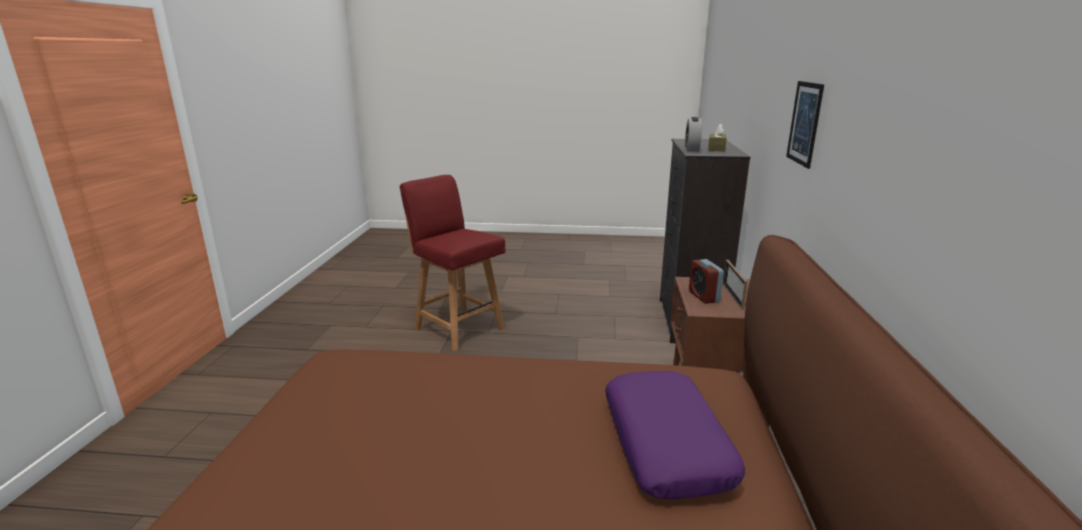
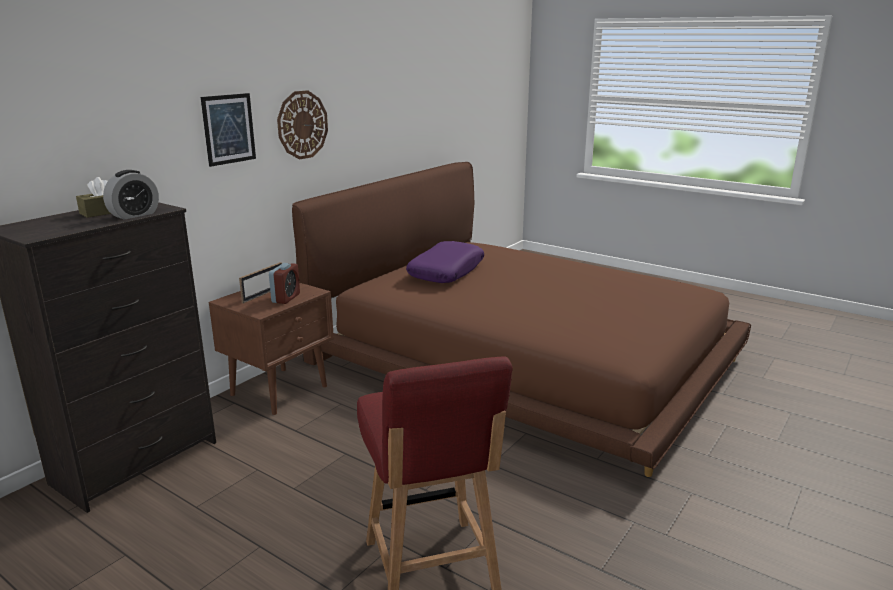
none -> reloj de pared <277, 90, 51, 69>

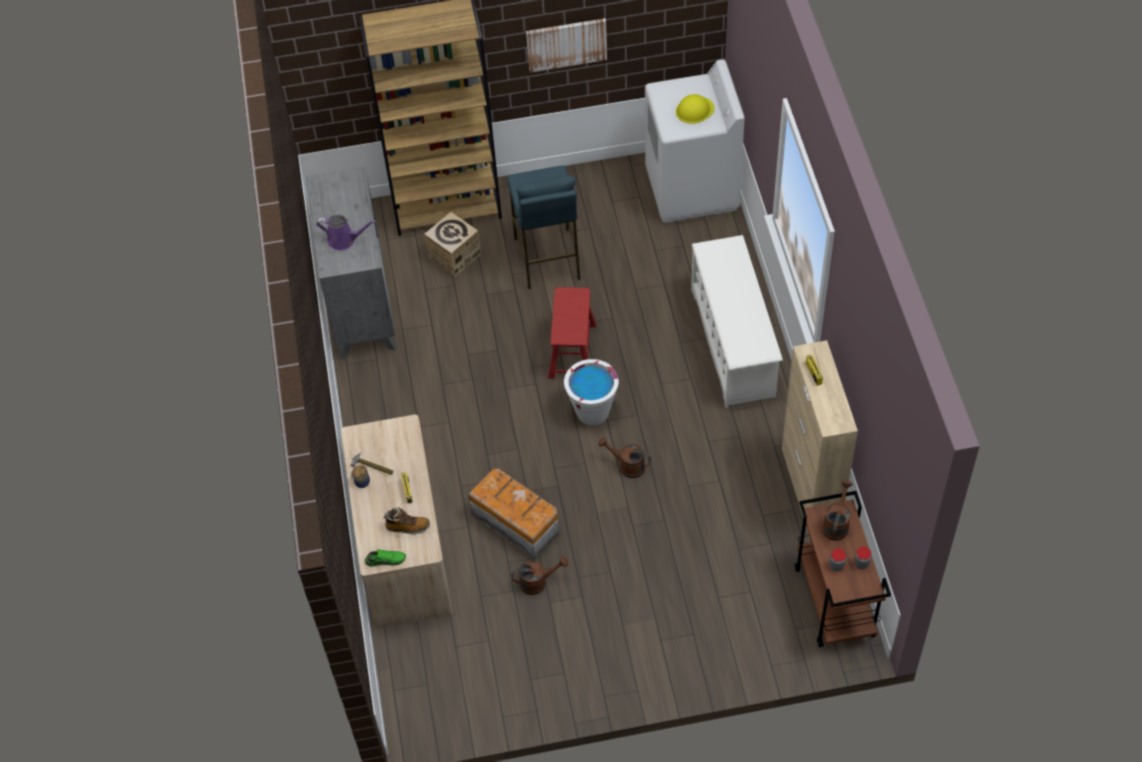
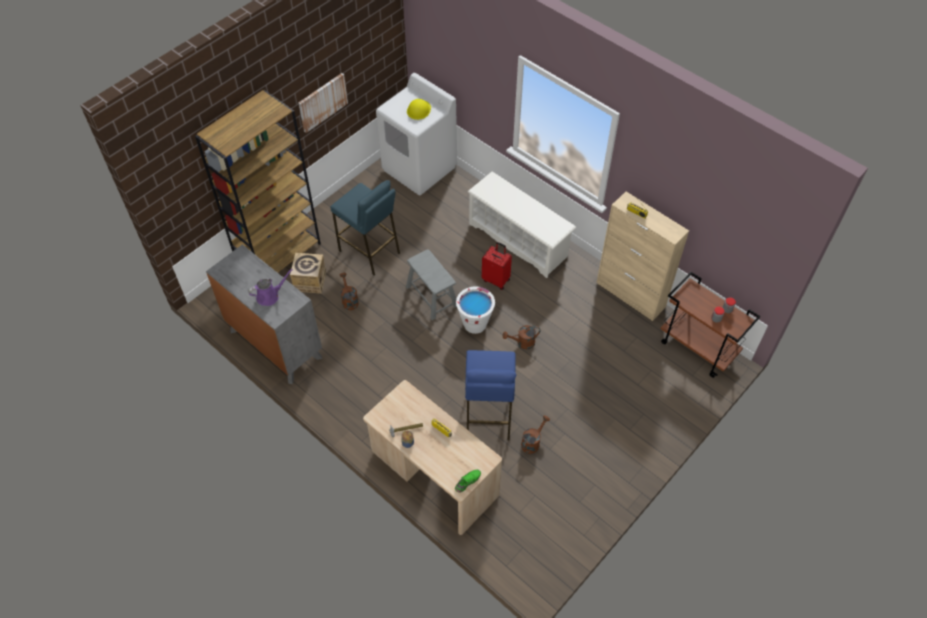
bota <383, 507, 47, 27> -> none
caja de almacenaje <468, 468, 91, 92> -> taburete (azul) <465, 350, 51, 91>
taburete (rojo) <548, 287, 48, 92> -> taburete (gris) <406, 249, 51, 71>
regadera (marrón) <822, 480, 30, 61> -> regadera (marrón) <340, 273, 19, 37>, shifted
none -> maleta (rojo) <482, 242, 30, 48>

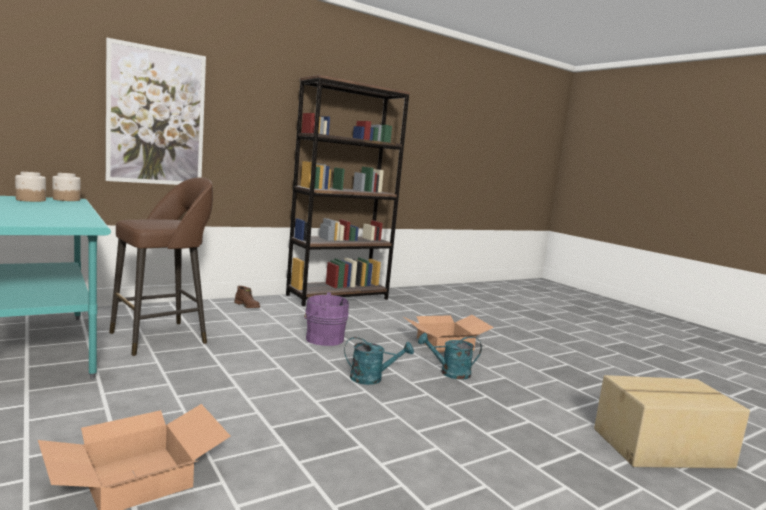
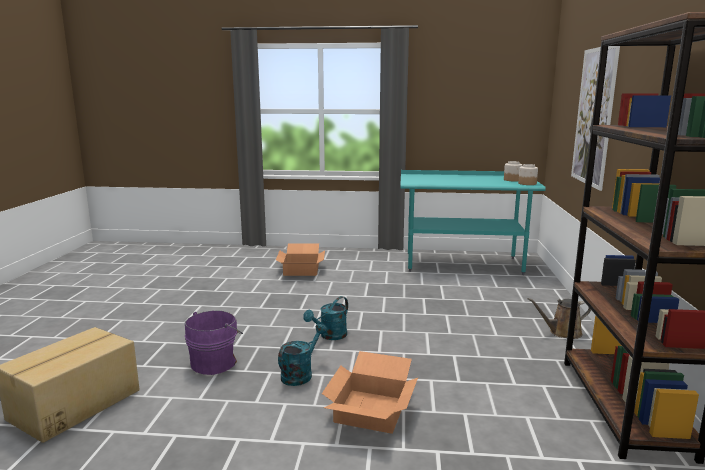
taburete (marrón) <109, 177, 104, 179> -> none
bota (marrón) <234, 286, 26, 22> -> regadera (marrón) <528, 298, 63, 41>
cubo (morado) <304, 292, 45, 54> -> cubo (morado) <185, 310, 58, 65>, shifted

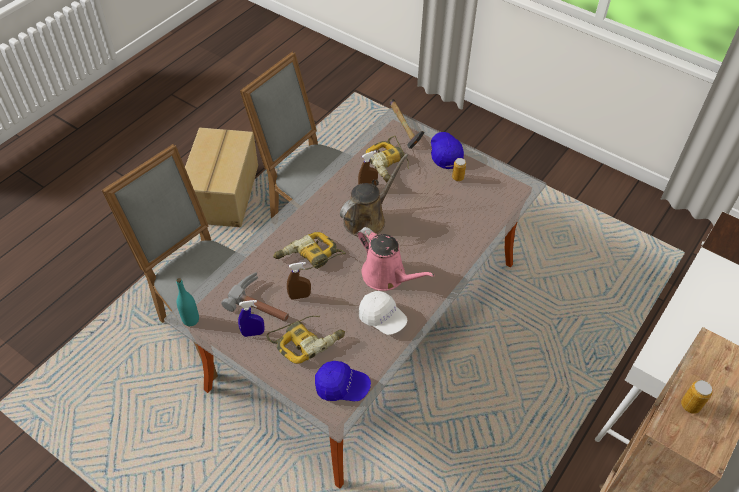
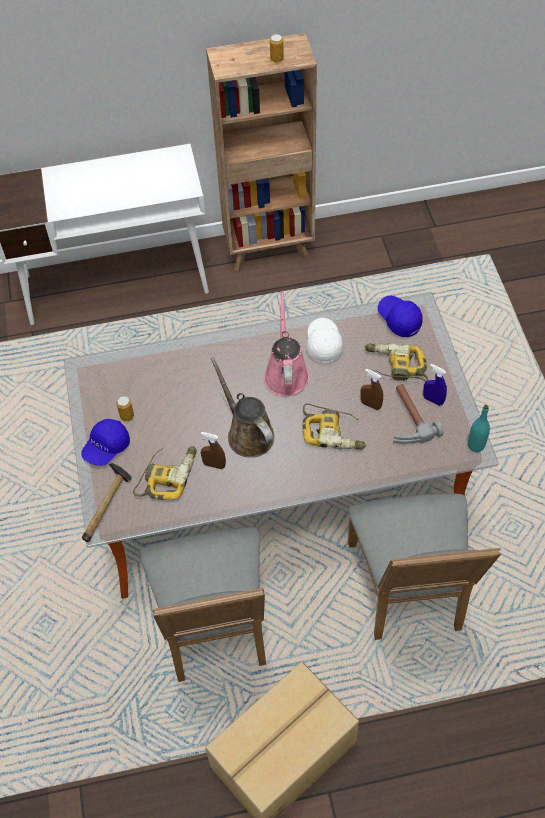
regadera (marrón) <340, 154, 68, 82> -> regadera (marrón) <210, 357, 64, 100>, 60 degrees clockwise

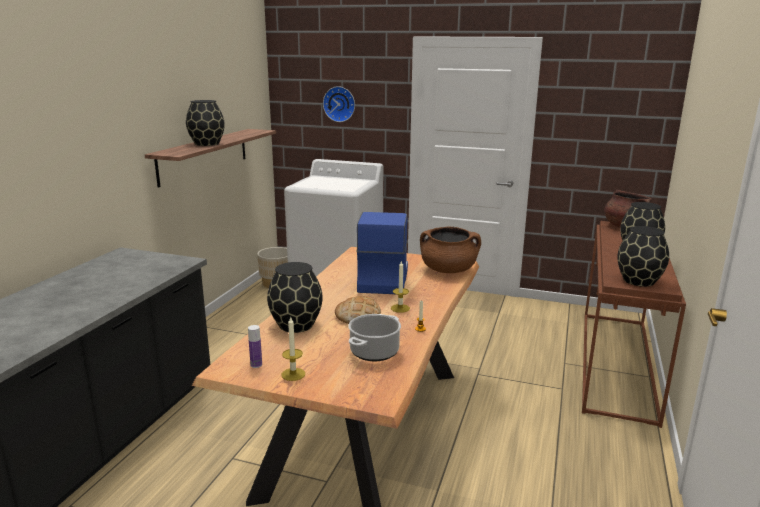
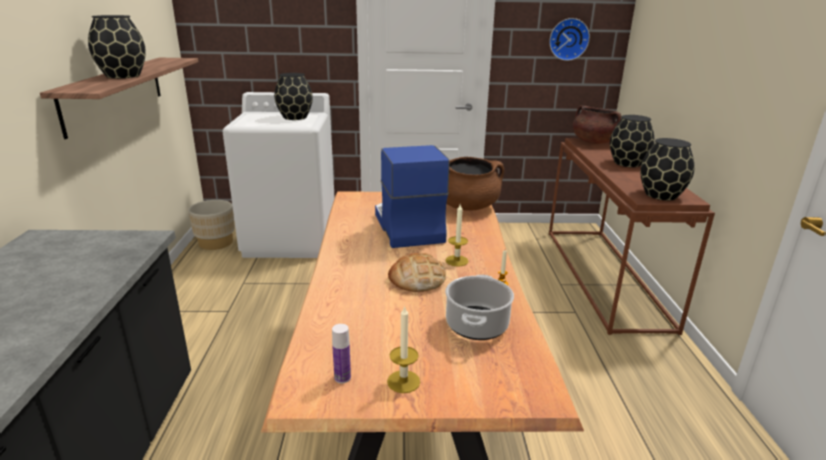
florero (negro) <267, 262, 56, 71> -> florero (negro) <274, 73, 39, 47>, shifted
reloj de pared <323, 86, 32, 36> -> reloj de pared <549, 18, 41, 43>, shifted

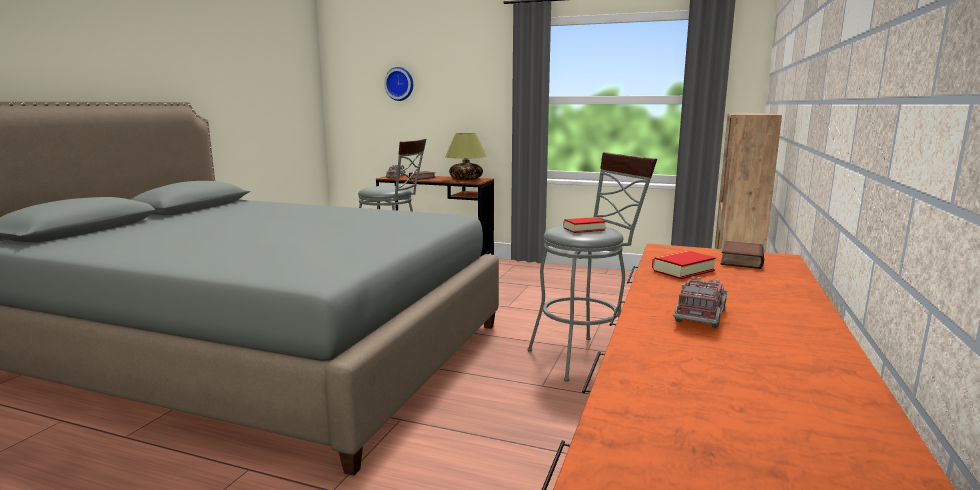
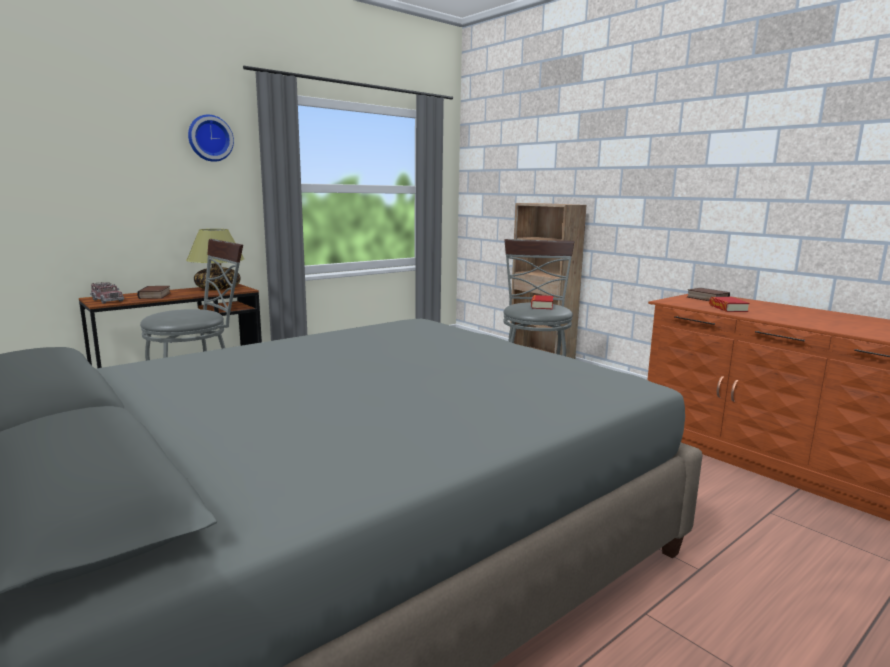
reloj de pared <384, 67, 29, 34> -> reloj de pared <188, 115, 46, 47>, shifted
camión de juguete <673, 276, 54, 52> -> none

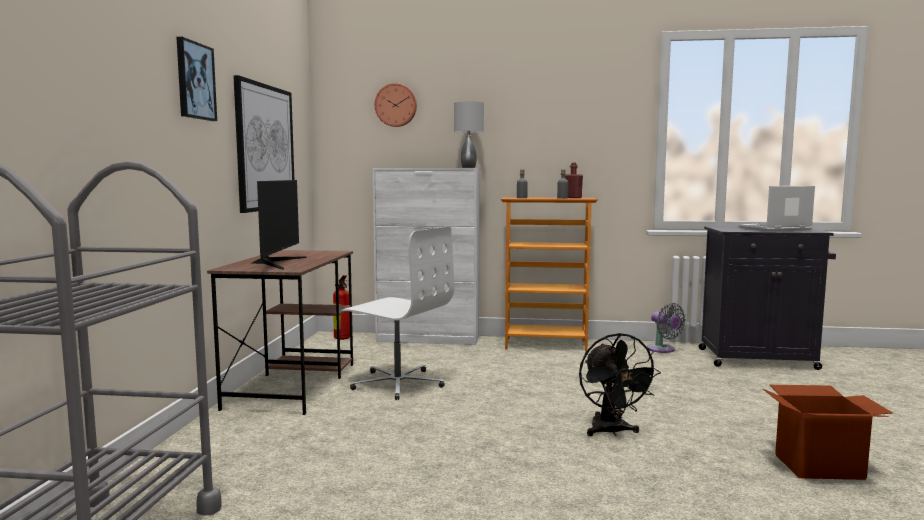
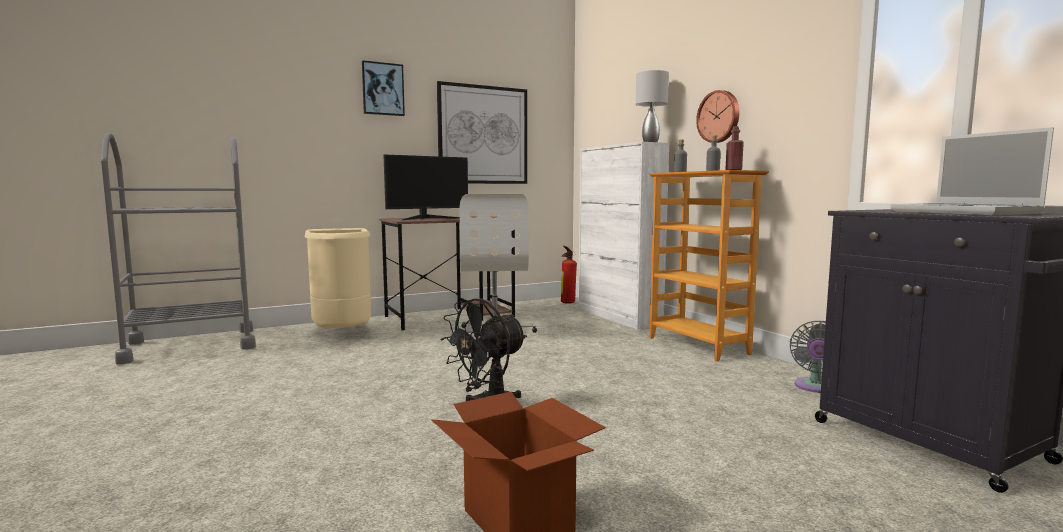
reloj de pared <375, 83, 42, 44> -> reloj de pared <696, 90, 43, 53>, shifted
portátil <738, 186, 77, 45> -> portátil <890, 127, 164, 88>, 150 degrees counterclockwise
none -> papelera (beis) <305, 228, 66, 100>

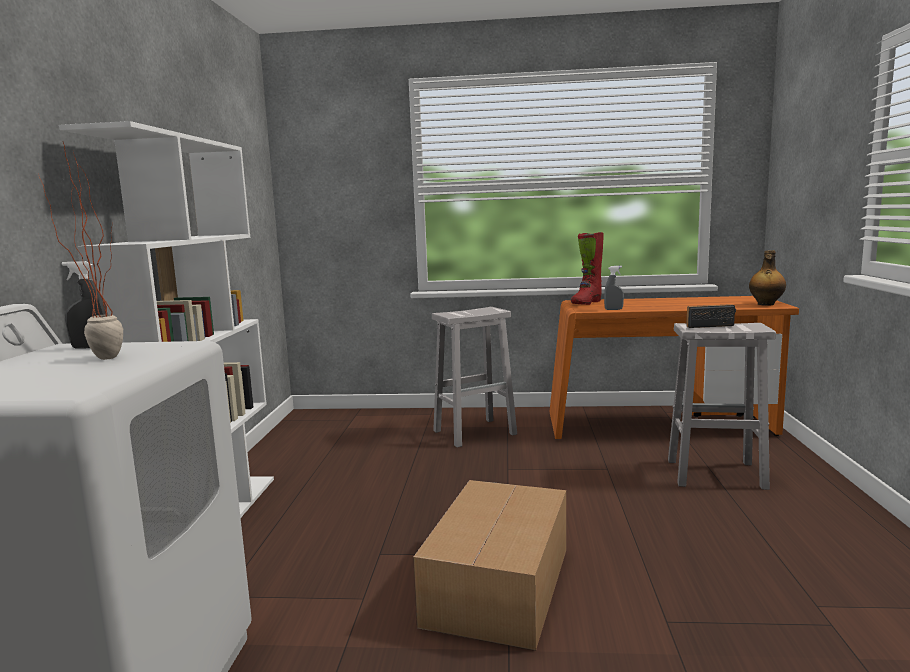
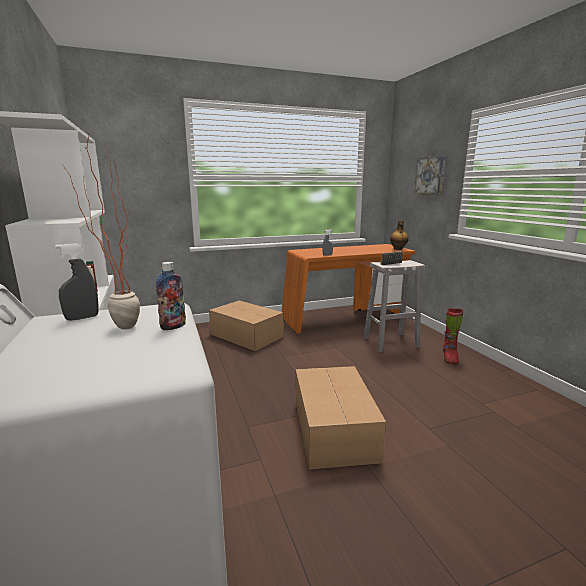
taburete (blanco) <432, 307, 85, 140> -> caja de cartón <209, 300, 75, 51>
bota (rojo) <571, 232, 33, 73> -> bota (rojo) <443, 308, 21, 57>, shifted
none -> botella <156, 262, 30, 68>
none -> cuadro <414, 155, 32, 40>

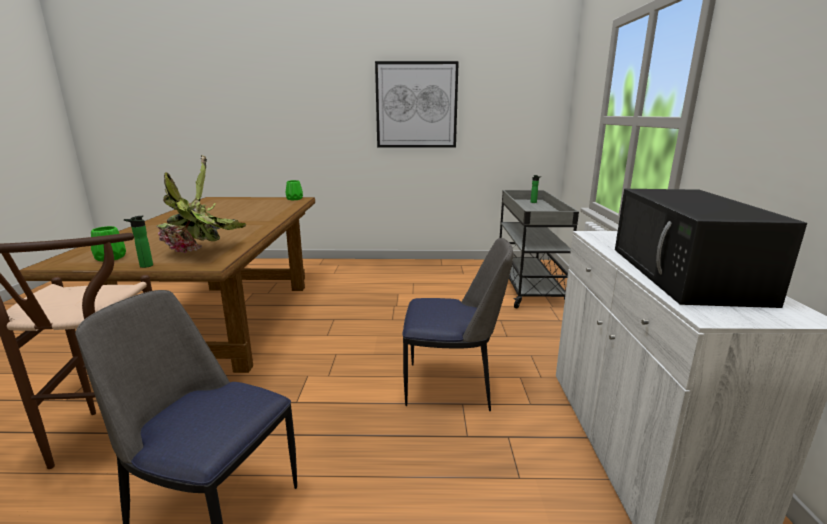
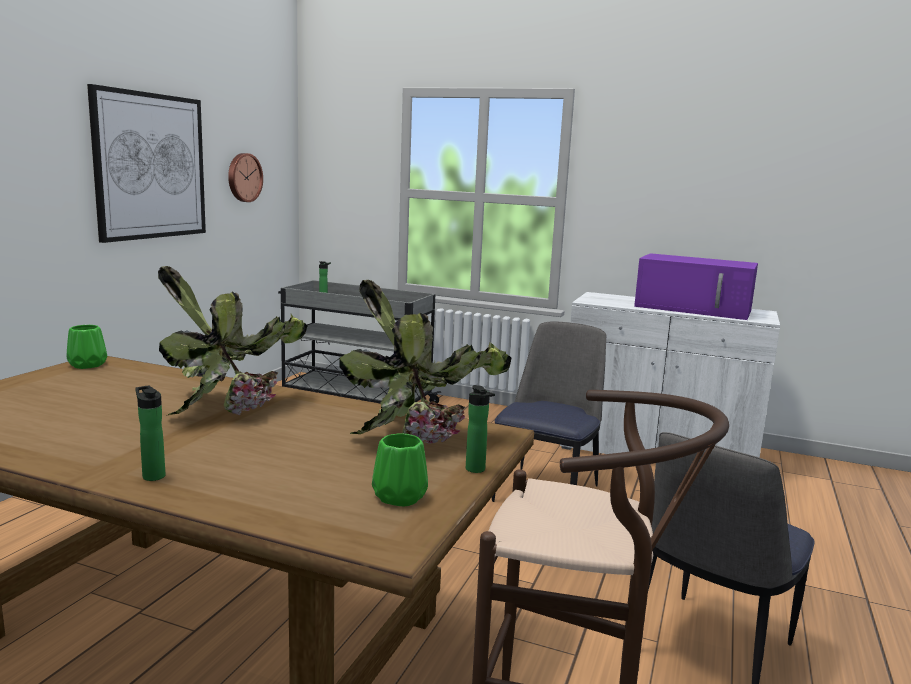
microondas (negro) <615, 189, 192, 119> -> microondas (morado) <634, 253, 124, 67>
none -> botella <135, 386, 30, 95>
none -> planta en maceta <158, 266, 150, 150>
none -> reloj de pared <228, 153, 35, 49>

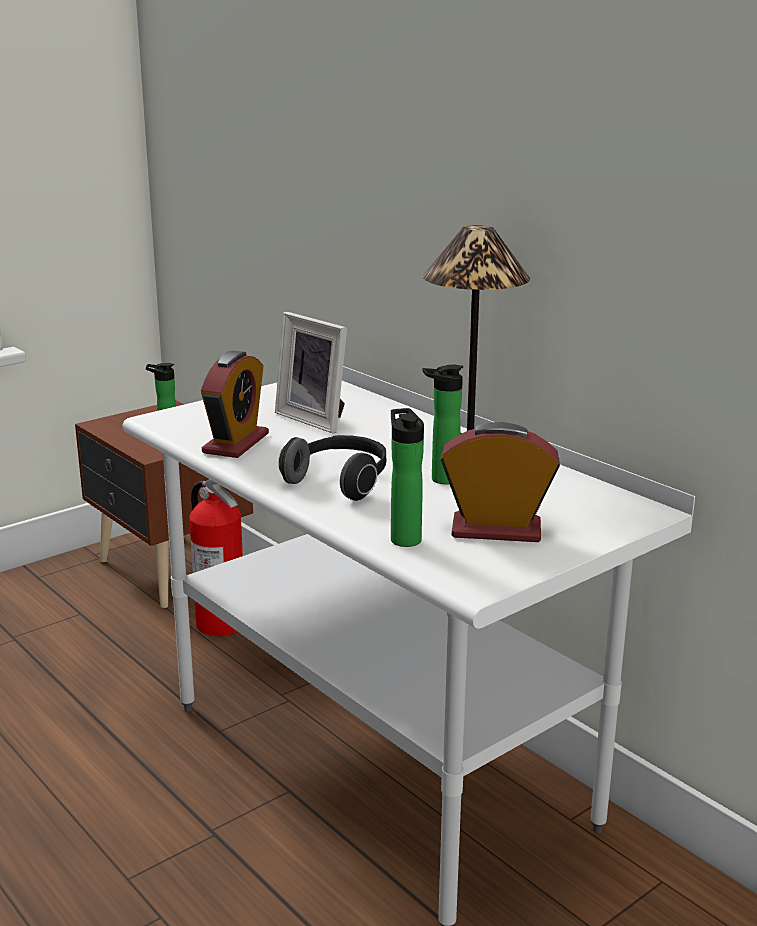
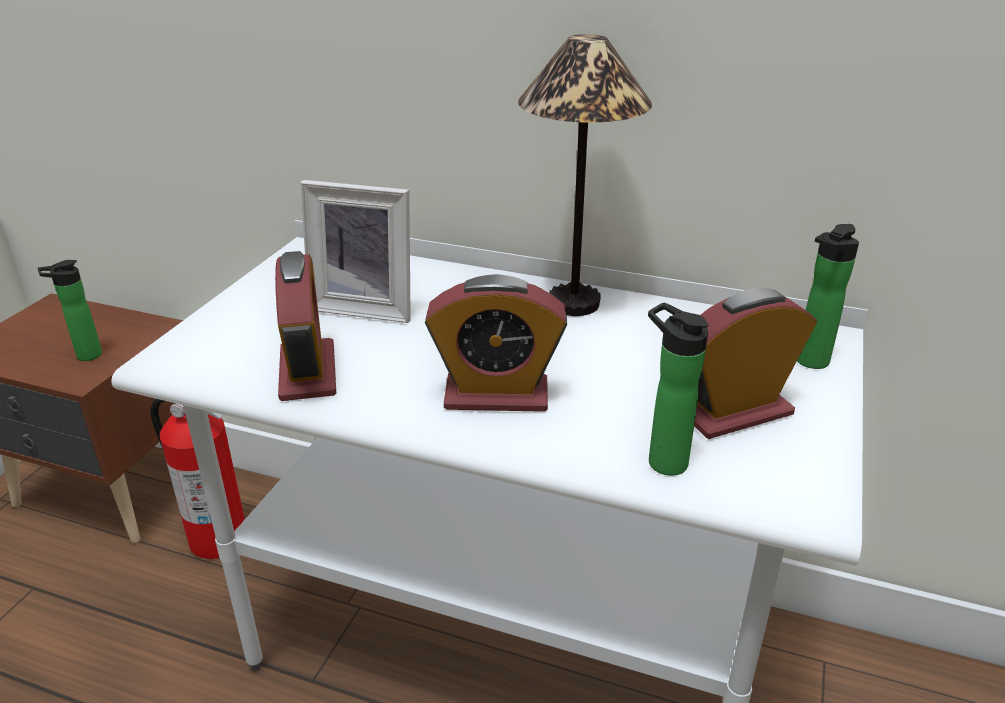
auriculares <278, 435, 108, 66> -> despertador <425, 274, 142, 138>
botella <422, 364, 41, 121> -> botella <797, 224, 62, 145>, shifted

